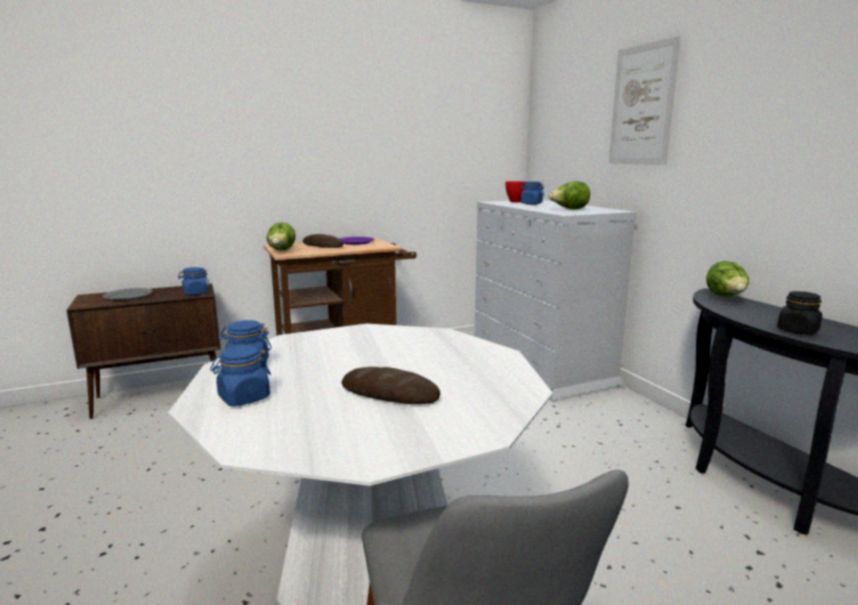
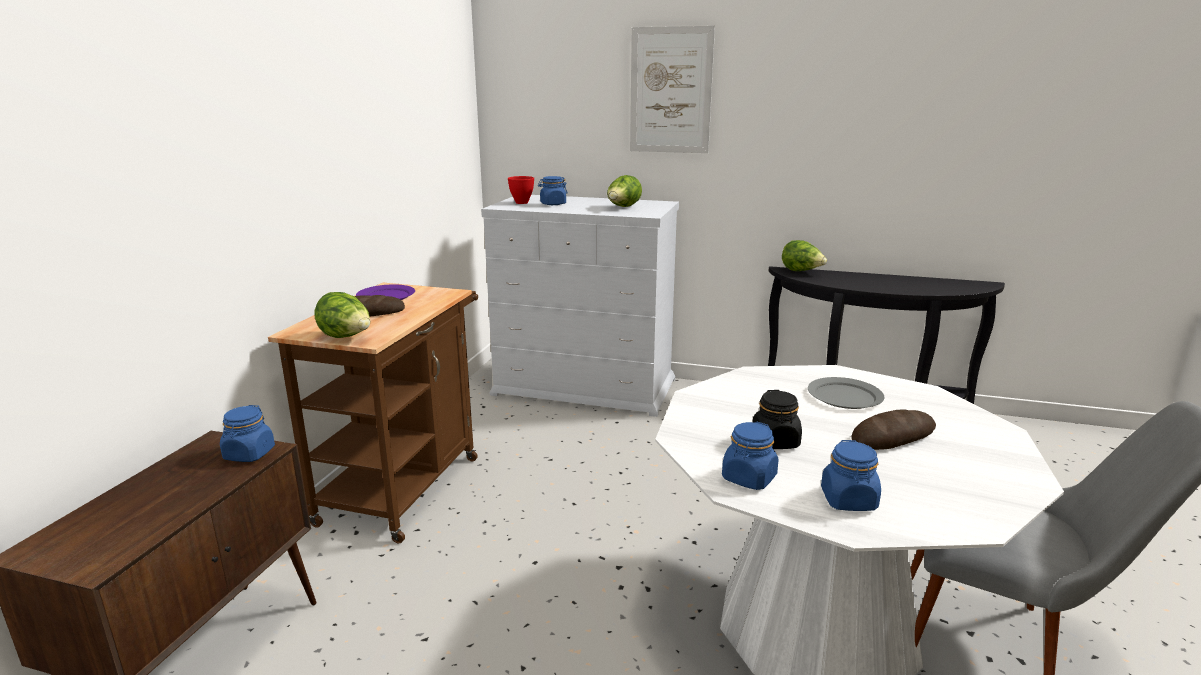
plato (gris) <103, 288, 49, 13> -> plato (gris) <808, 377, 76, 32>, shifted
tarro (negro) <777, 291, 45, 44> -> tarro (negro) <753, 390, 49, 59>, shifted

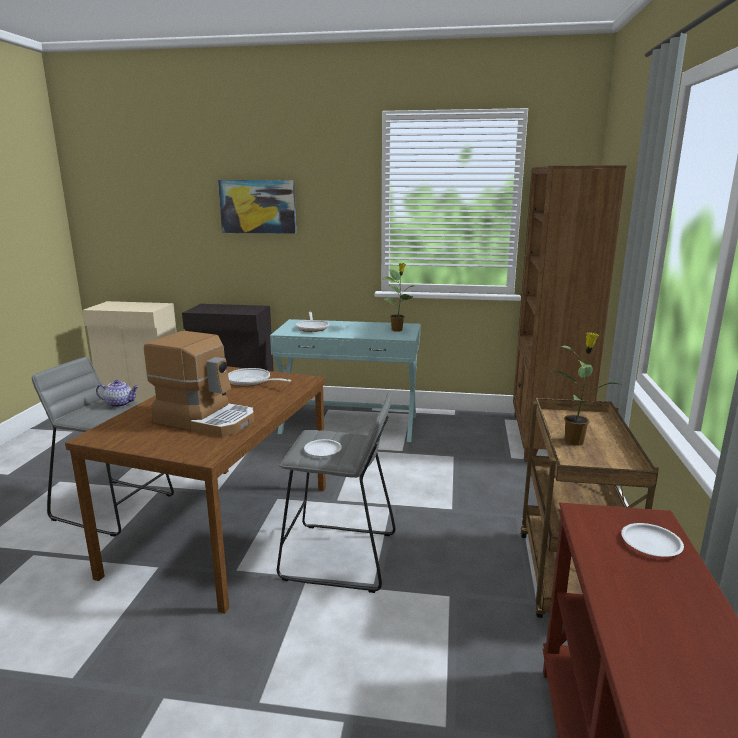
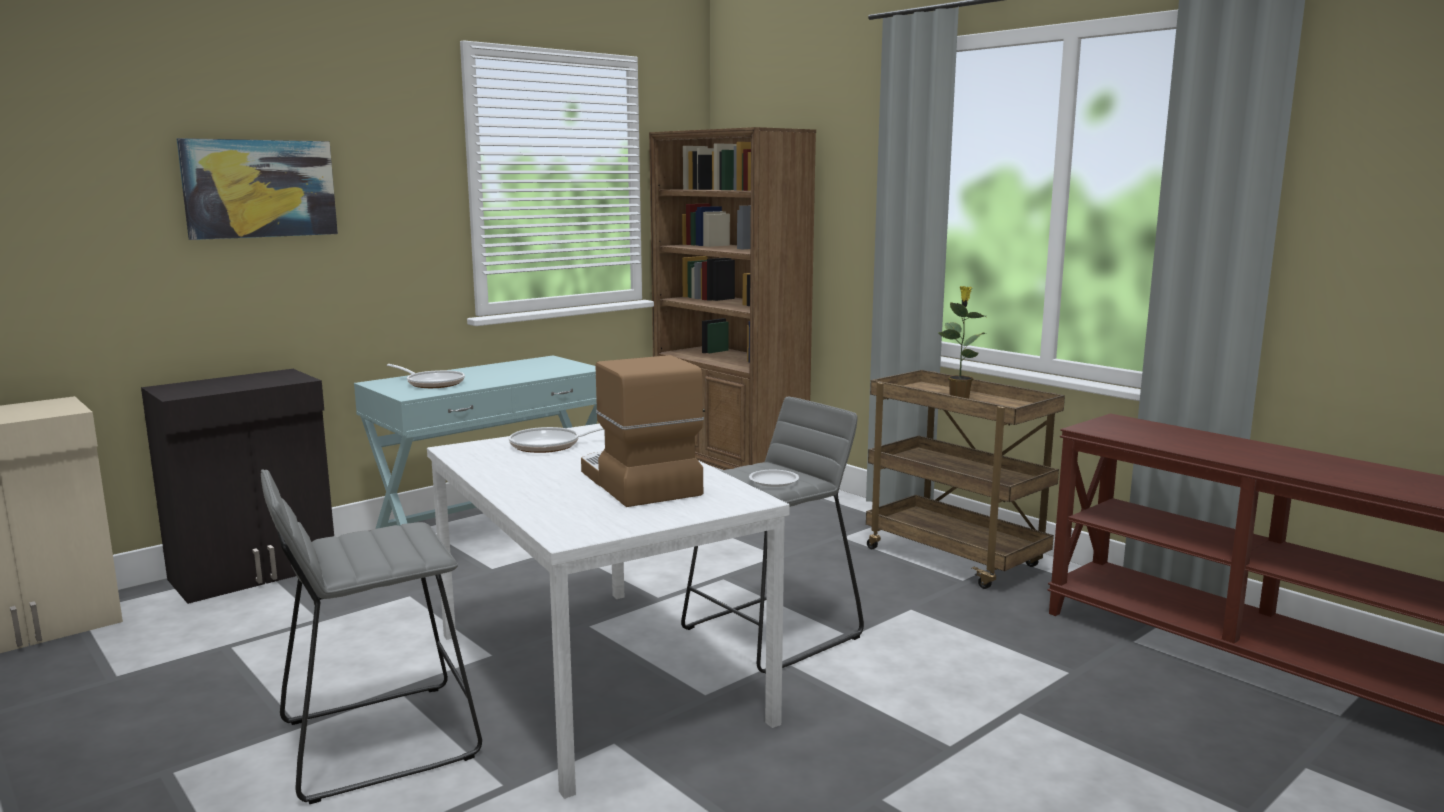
mesa de comedor (marrón) <65, 366, 261, 248> -> mesa de comedor (blanco) <427, 424, 363, 375>
tetera <96, 380, 43, 28> -> none
cafetera <144, 331, 110, 106> -> cafetera <581, 355, 123, 152>, 90 degrees counterclockwise
planta en maceta <381, 263, 32, 69> -> none
plato (blanco) <621, 523, 63, 34> -> none

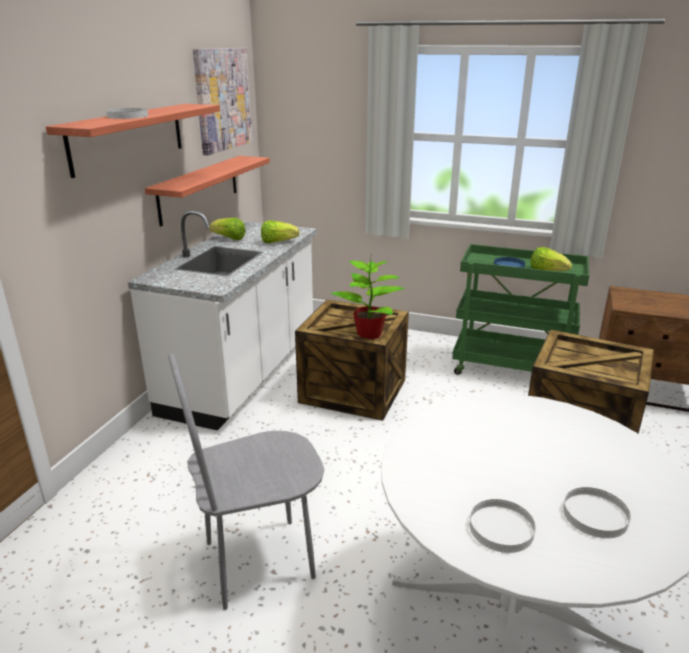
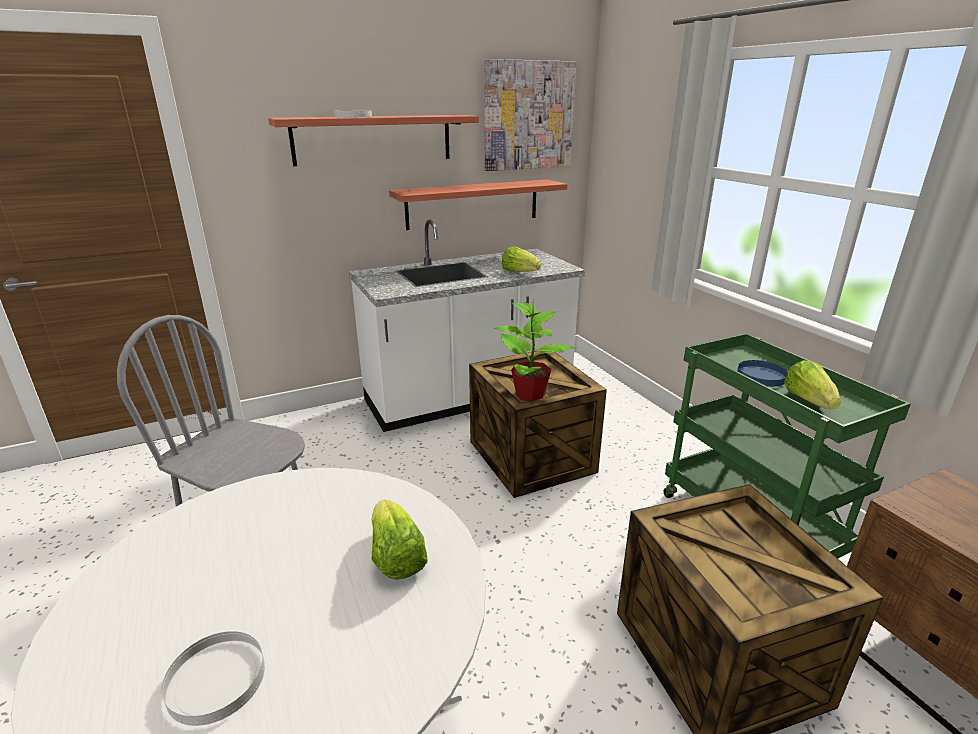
lechuga <209, 218, 37, 22> -> lechuga <371, 499, 57, 81>, shifted
plato (blanco) <470, 499, 66, 54> -> none

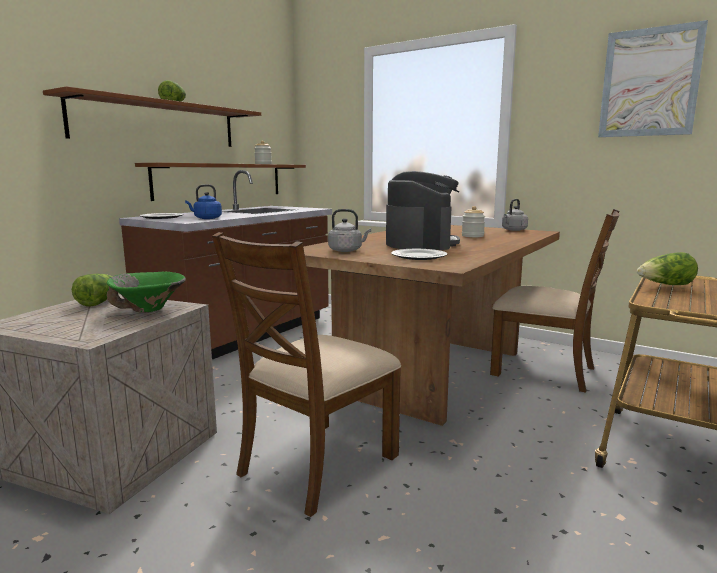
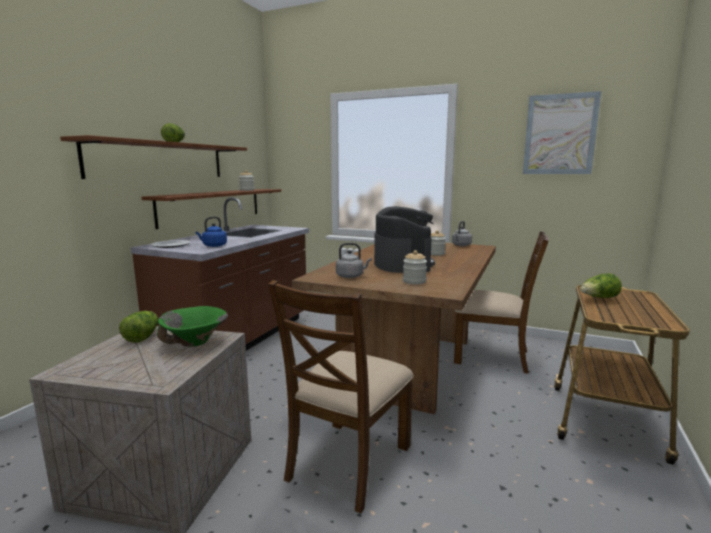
plato <391, 249, 56, 11> -> tarro <403, 250, 24, 34>

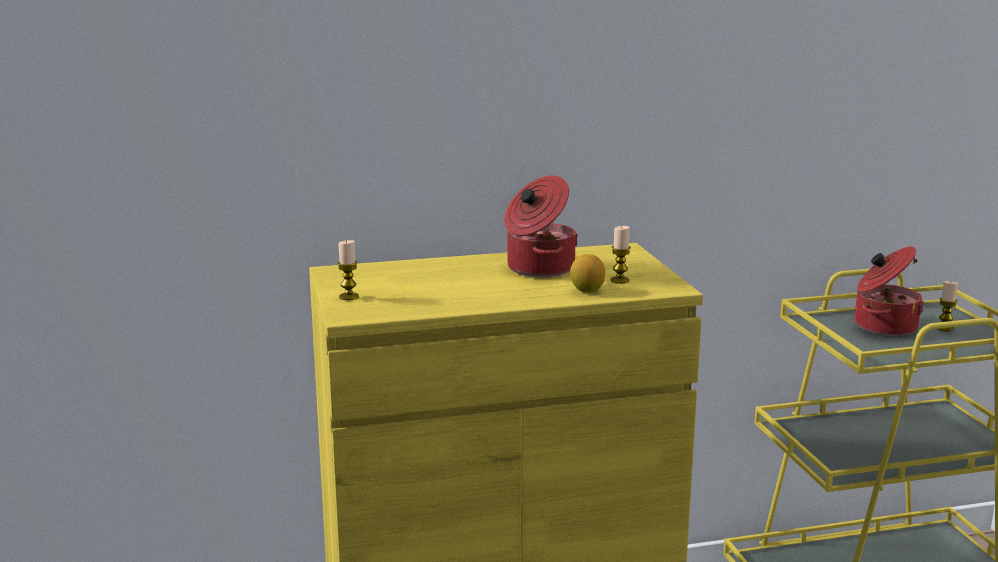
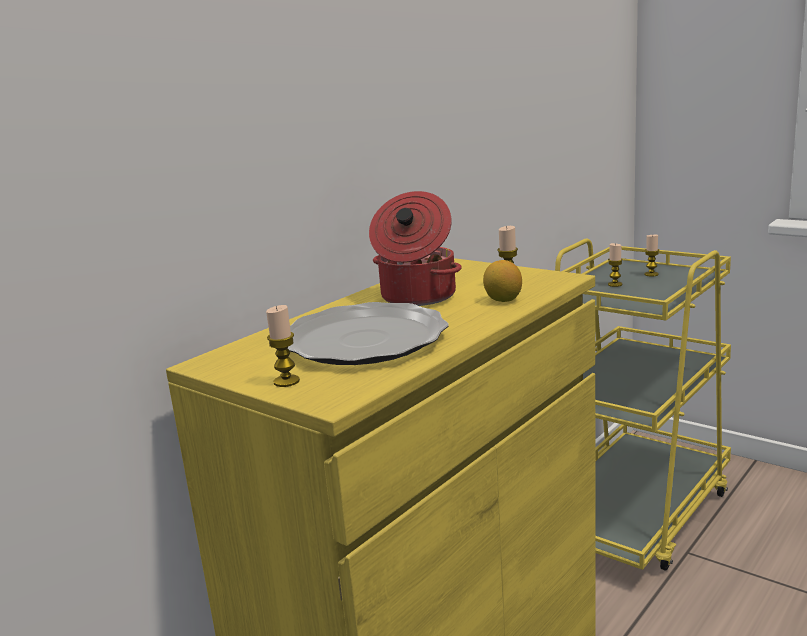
olla <854, 246, 70, 90> -> vela <608, 243, 15, 44>
none -> plato <288, 302, 161, 63>

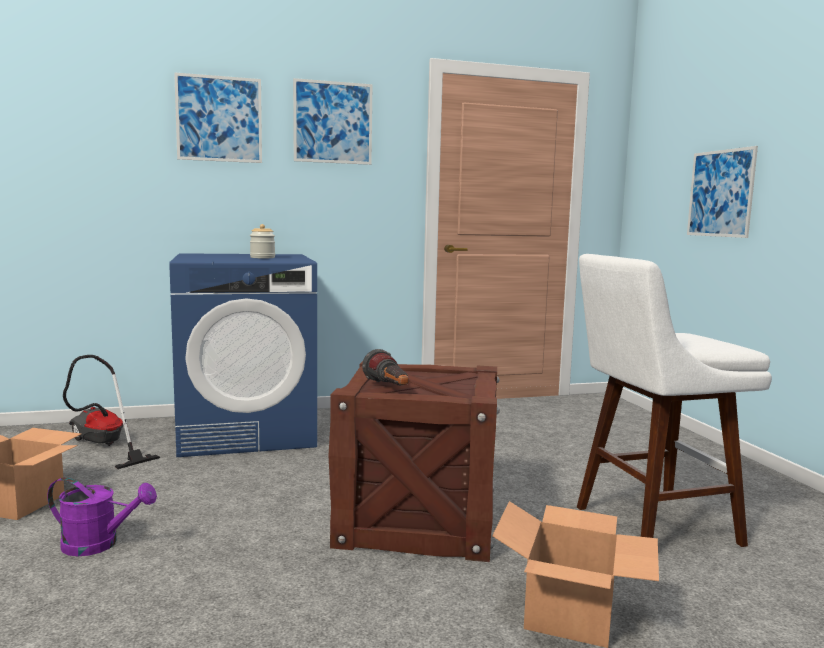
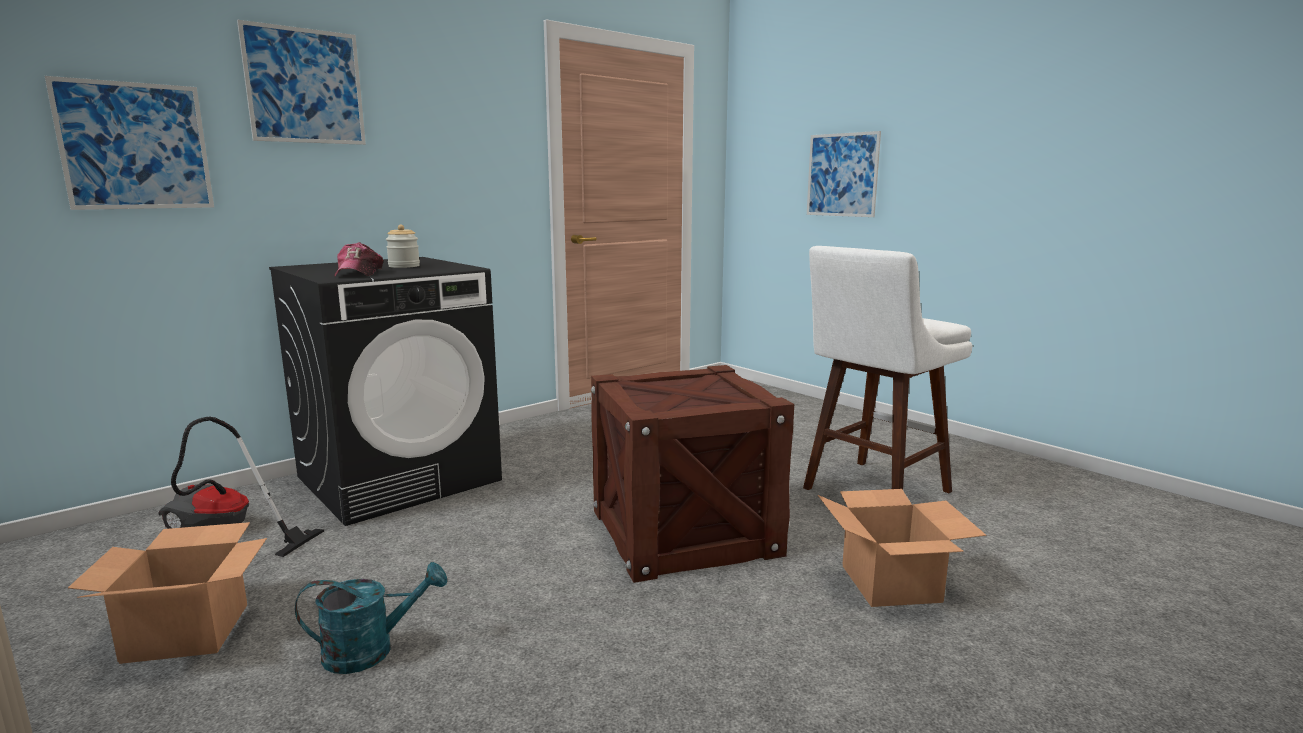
regadera (morado) <47, 477, 110, 79> -> regadera (turquesa) <295, 562, 152, 112>
lavadora (azul) <169, 253, 148, 204> -> lavadora (negro) <269, 257, 233, 269>
cuadro <293, 78, 80, 87> -> cuadro <45, 76, 169, 134>, shifted
linterna <362, 349, 47, 37> -> none
none -> gorra <334, 242, 49, 35>

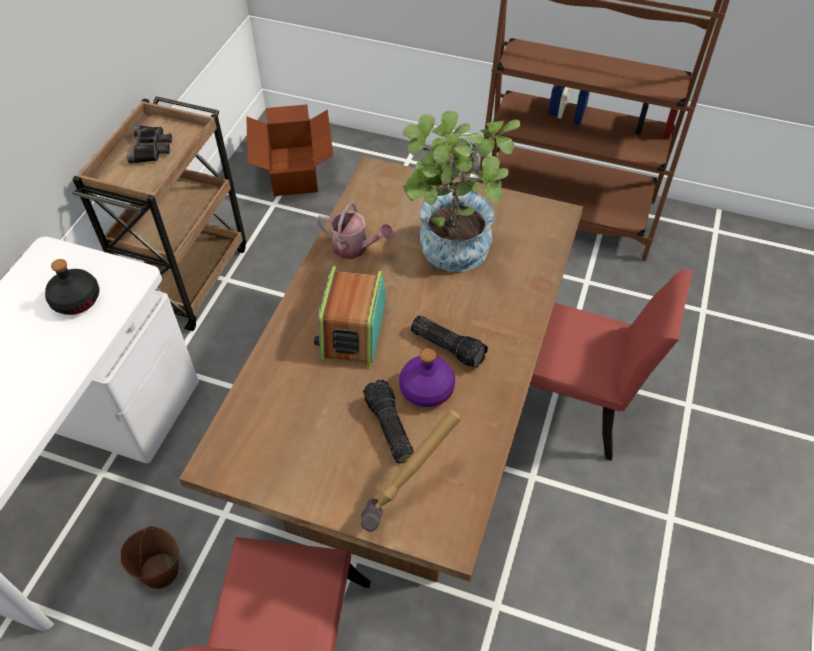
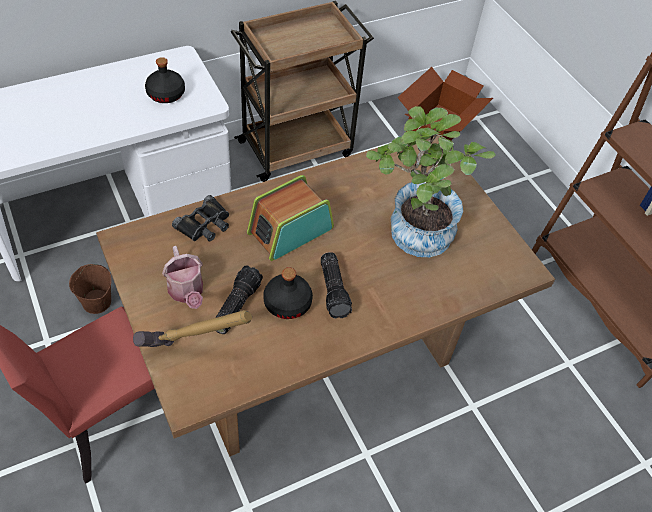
prismáticos (negro) <127, 125, 45, 39> -> prismáticos (negro) <172, 195, 57, 47>, shifted
regadera <316, 203, 78, 56> -> regadera <162, 246, 41, 63>, shifted
botella (morado) <399, 348, 56, 59> -> botella (negro) <263, 267, 50, 52>
silla (rojo) <530, 269, 163, 192> -> none

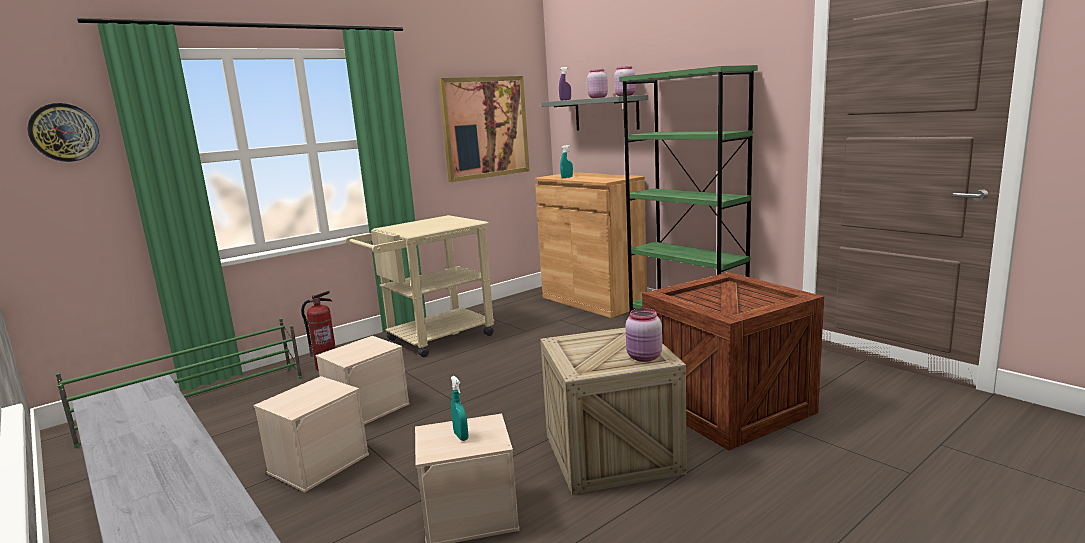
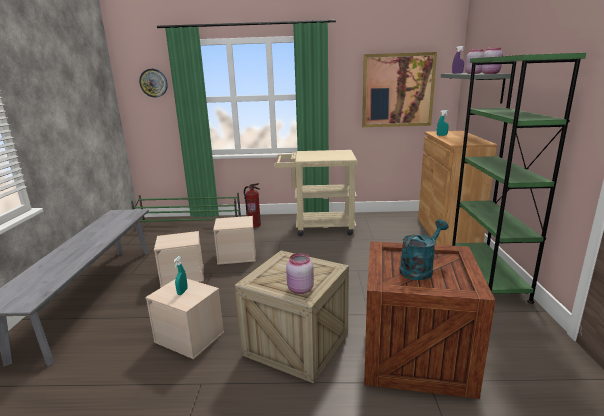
none -> regadera (turquesa) <399, 219, 49, 61>

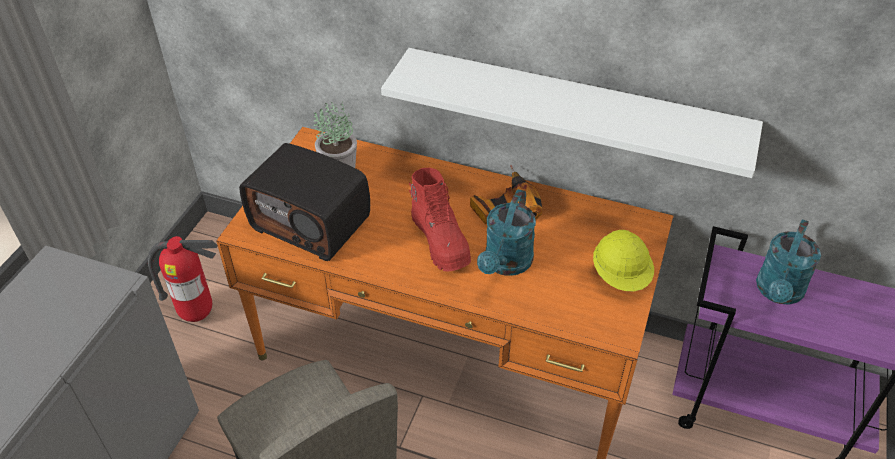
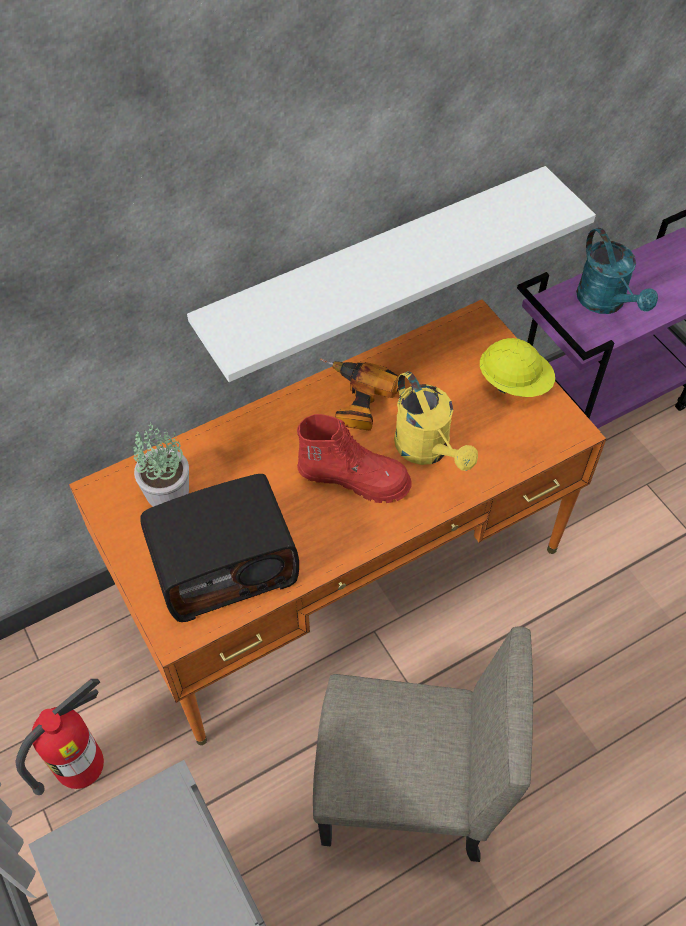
regadera (turquesa) <477, 189, 59, 87> -> regadera (amarillo) <394, 371, 84, 100>

